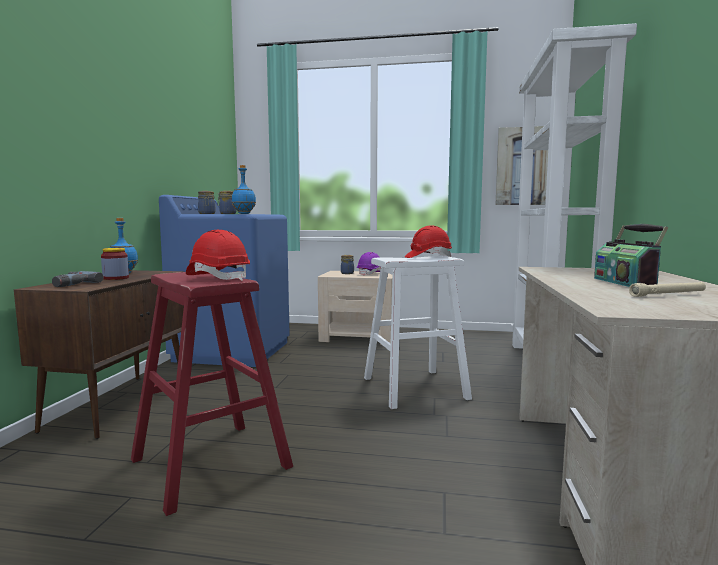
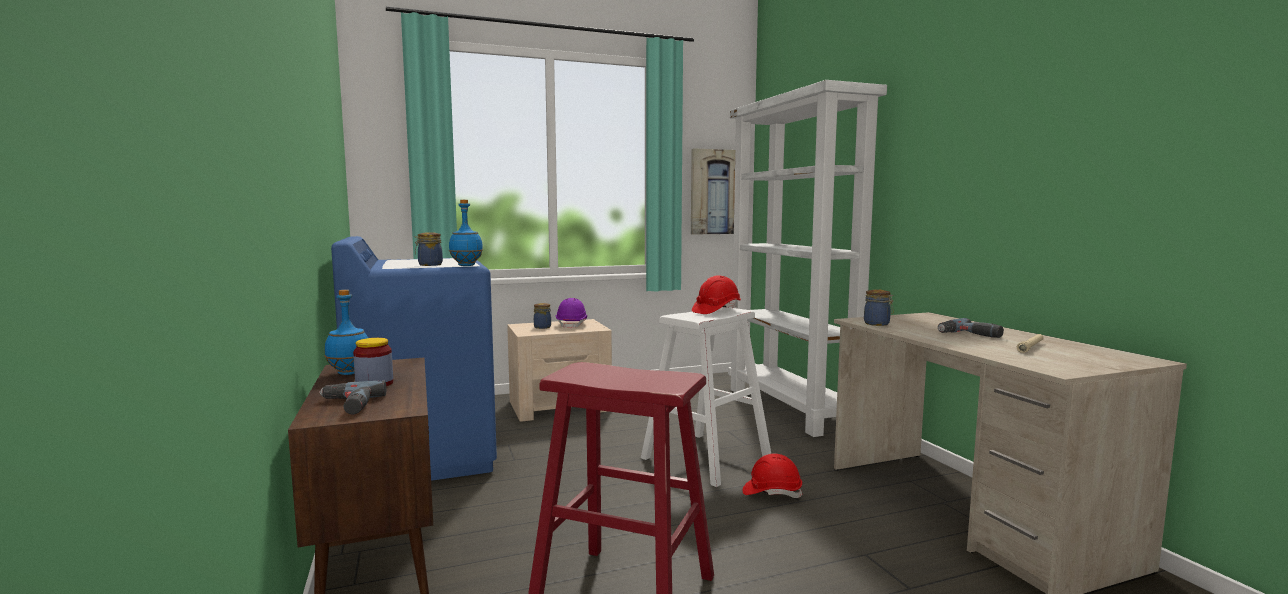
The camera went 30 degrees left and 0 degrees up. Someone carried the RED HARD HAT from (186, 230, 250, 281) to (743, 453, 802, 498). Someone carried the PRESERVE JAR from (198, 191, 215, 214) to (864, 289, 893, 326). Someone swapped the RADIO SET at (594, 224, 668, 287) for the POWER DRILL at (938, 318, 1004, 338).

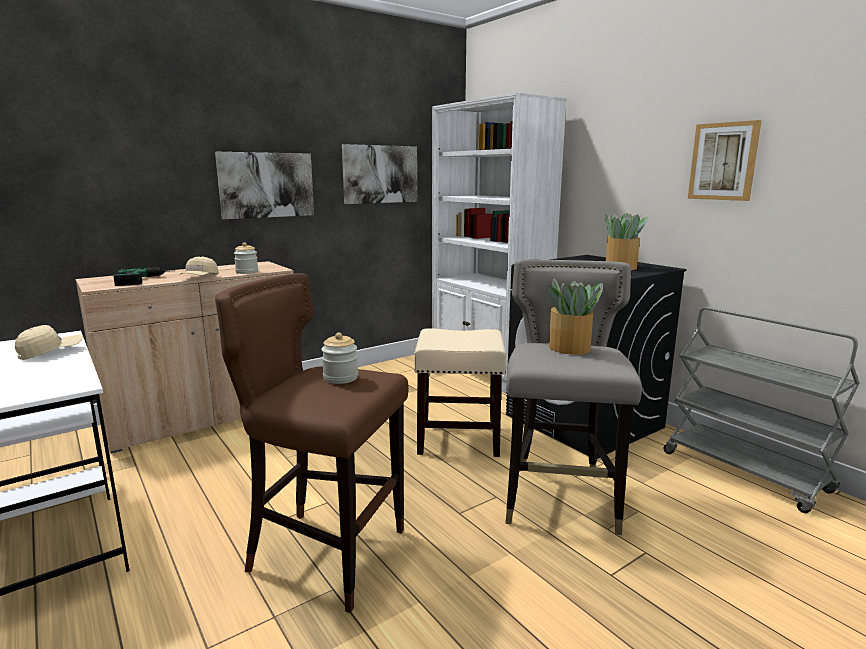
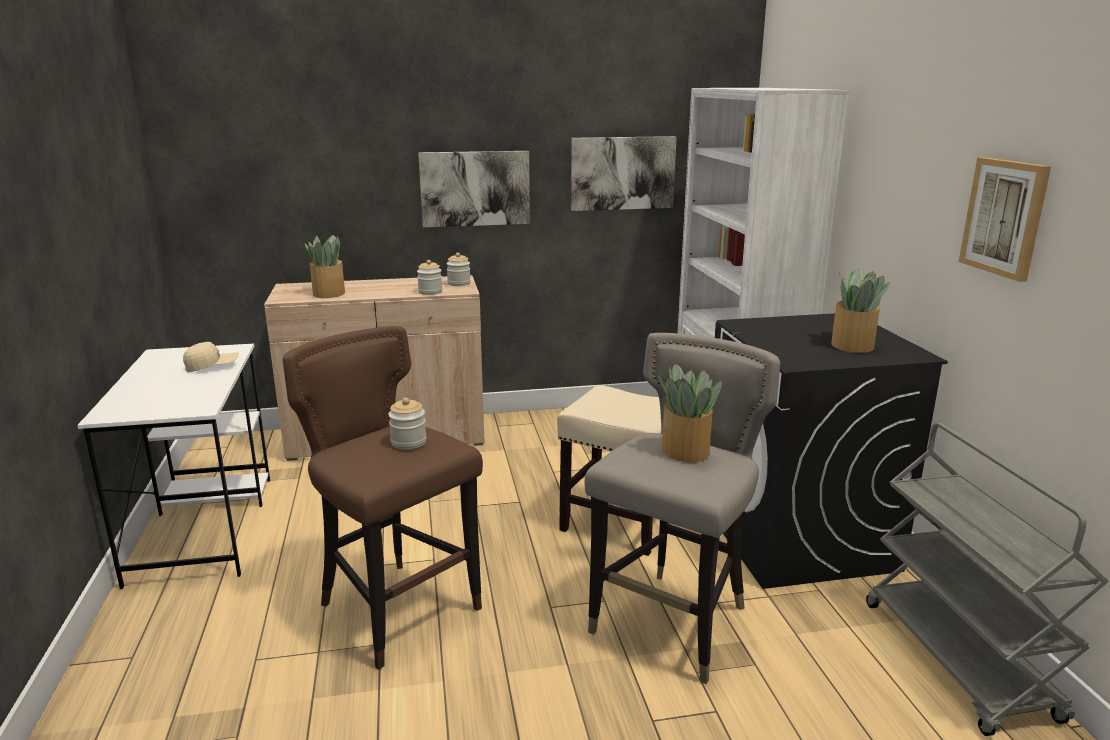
The camera went 25 degrees right and 5 degrees up. Someone took away the BEIGE PEAKED CAP at (179, 256, 219, 275). Someone put down the PRESERVE JAR at (447, 253, 471, 286). Someone swapped the POWER DRILL at (113, 268, 175, 286) for the PLANT IN A POT at (304, 235, 345, 298).

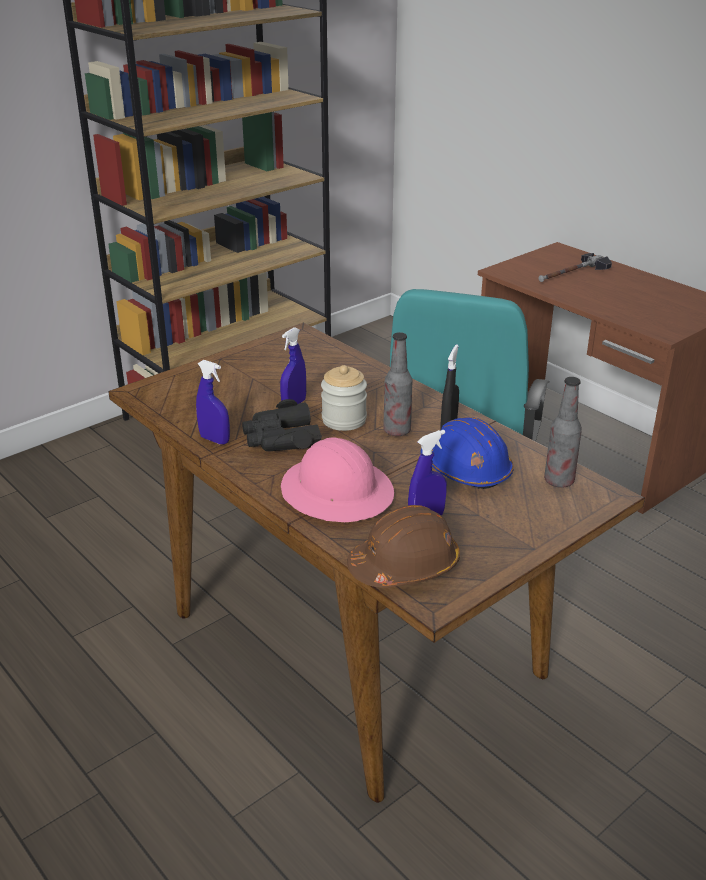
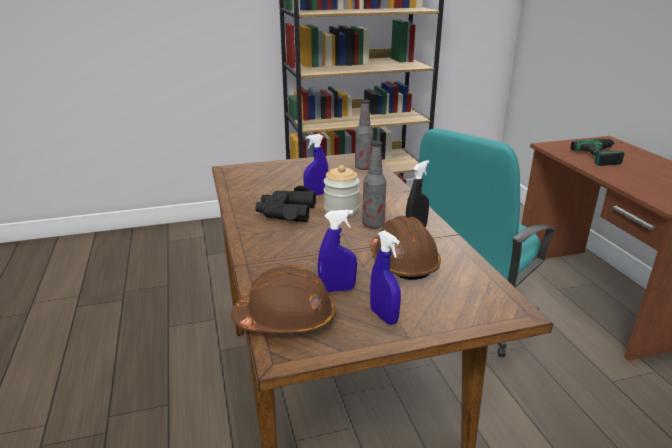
The camera went 25 degrees right and 5 degrees down. Someone took away the PINK-COLOURED HARD HAT at (281, 437, 394, 522). Someone carried the BLUE-COLOURED SPRAYER from (196, 360, 230, 444) to (370, 230, 401, 325). Someone carried the BOTTLE from (544, 377, 582, 488) to (355, 99, 373, 170). Someone swapped the HAMMER at (539, 253, 612, 282) for the POWER DRILL at (570, 139, 624, 166). Someone repainted the BLUE-COLOURED HARD HAT at (421, 417, 514, 489), which became the BROWN HARD HAT at (370, 216, 441, 280).

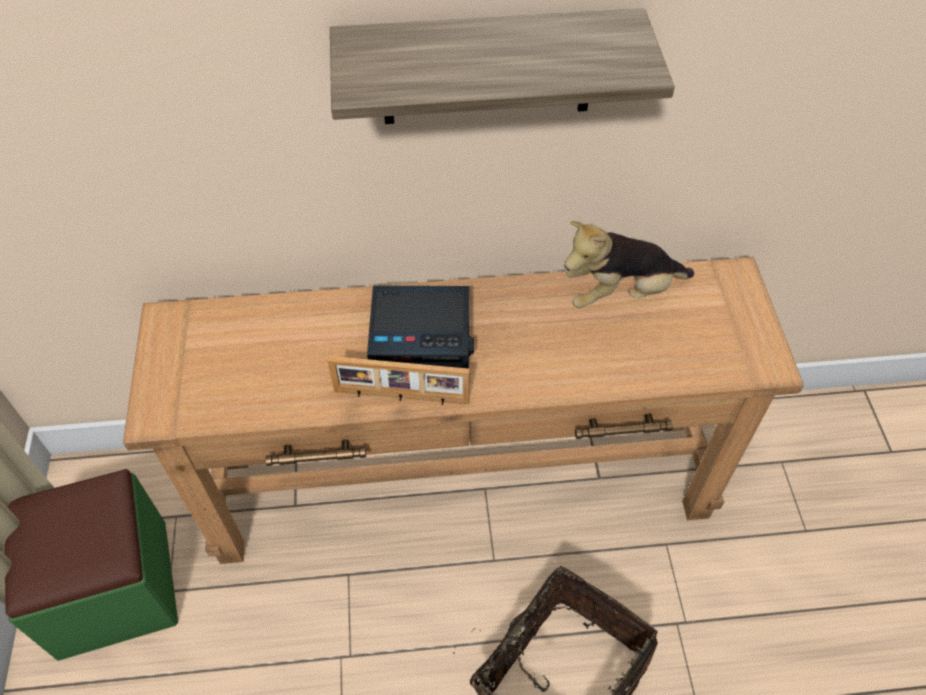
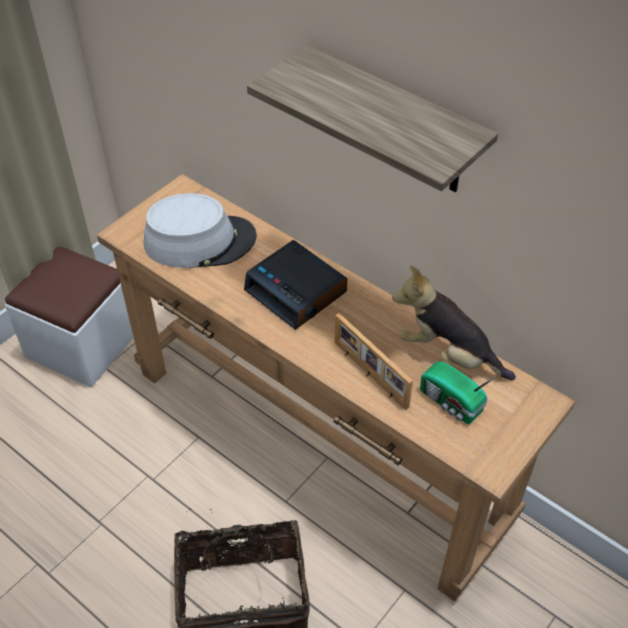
The camera went 45 degrees right and 5 degrees down. Someone put down the GREYISH WEARABLE HAT at (144, 193, 257, 268). Someone put down the RADIO SET at (420, 362, 498, 424). Someone carried the STANDING FRAME from (328, 356, 470, 405) to (335, 313, 413, 410). Someone repainted the GREEN-COLOURED FOOTREST at (5, 469, 178, 661), which became the WHITISH FOOTREST at (5, 247, 134, 387).

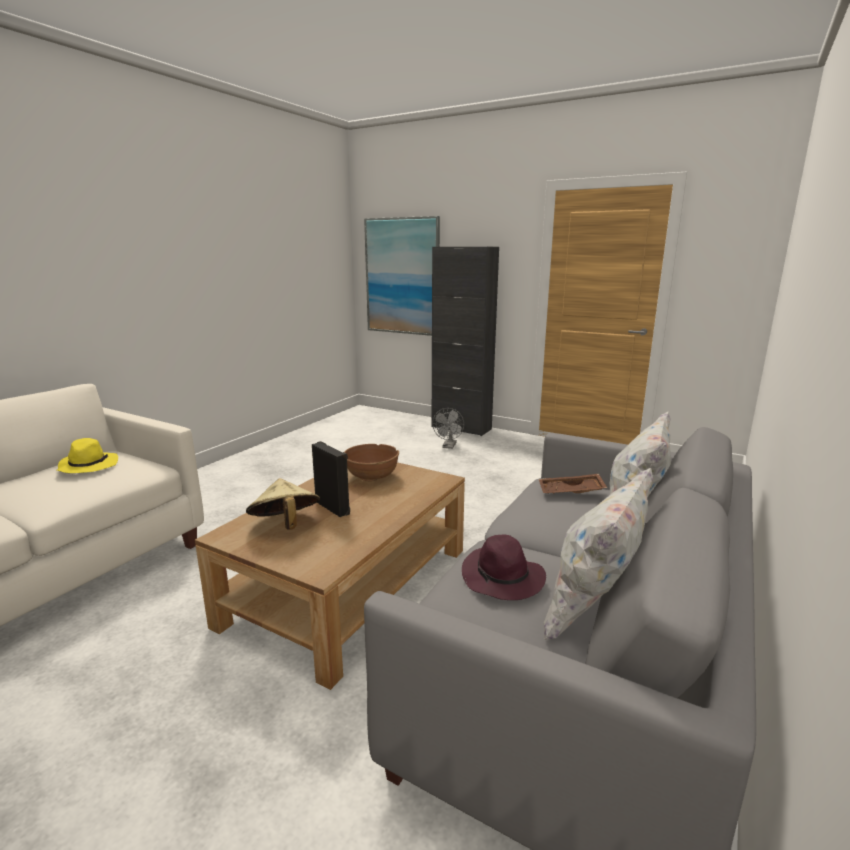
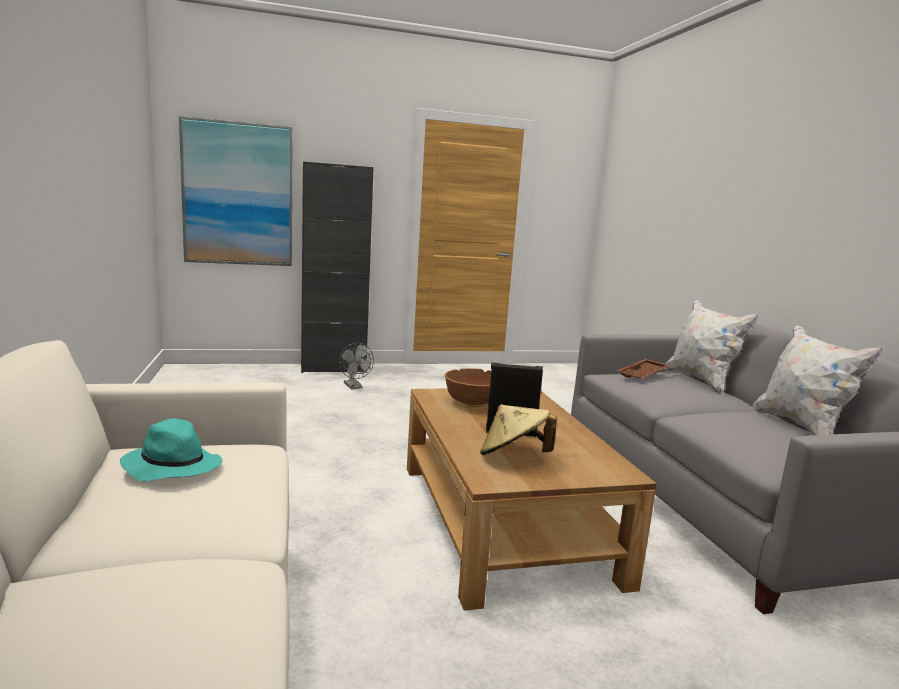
The camera went 45 degrees left and 5 degrees down. Someone took away the PURPLE-COLOURED WEARABLE HAT at (462, 534, 546, 600). Someone repainted the YELLOW WEARABLE HAT at (57, 438, 118, 473), which became the TURQUOISE WEARABLE HAT at (120, 418, 222, 482).

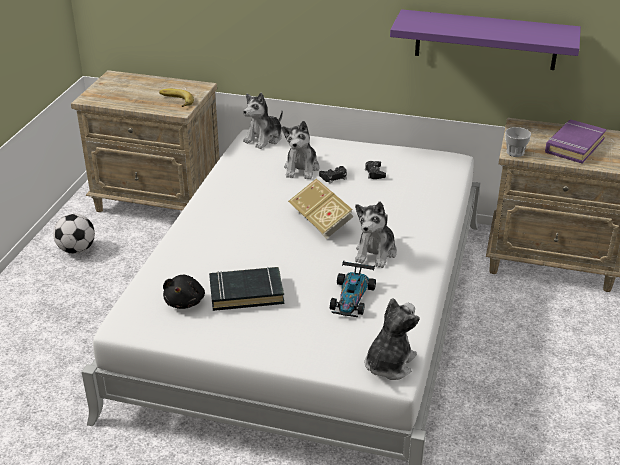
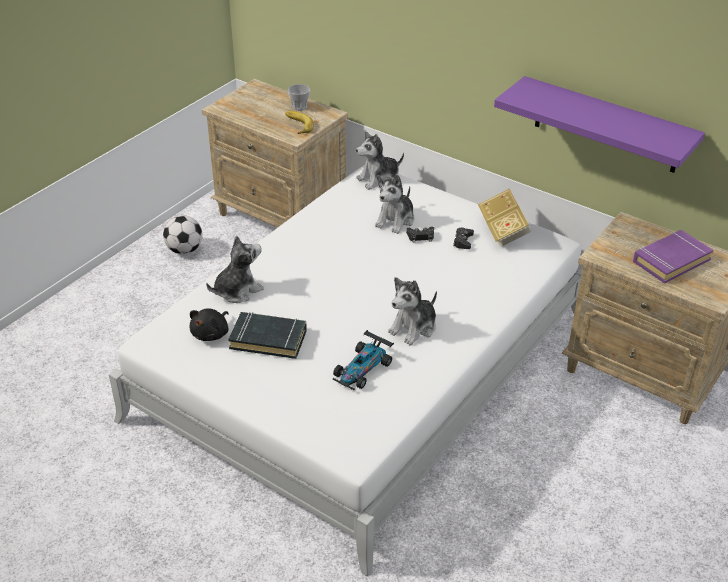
The camera went 20 degrees right and 5 degrees up. Someone carried the BOUND BOOK from (288, 178, 354, 239) to (478, 188, 531, 247). Someone carried the CUDDLY TOY from (364, 298, 420, 380) to (206, 235, 264, 303). Someone carried the CUP from (505, 127, 531, 157) to (288, 84, 310, 111).

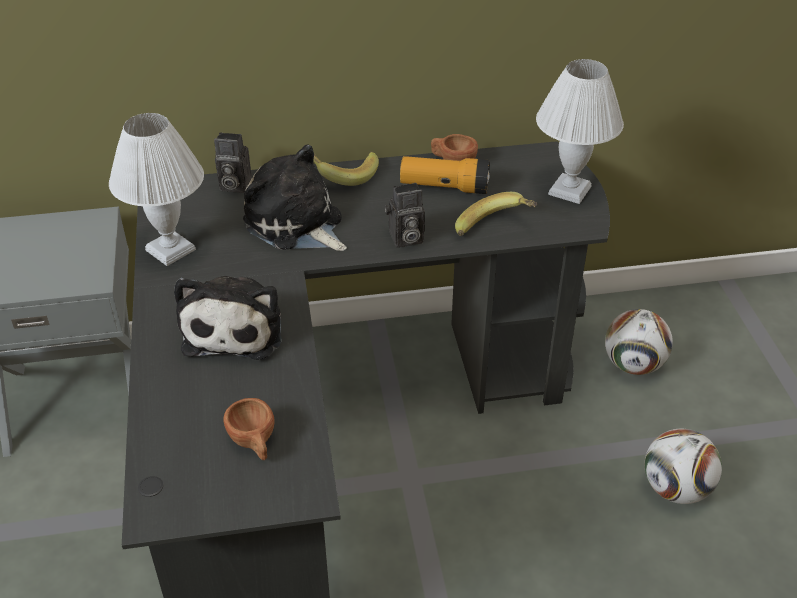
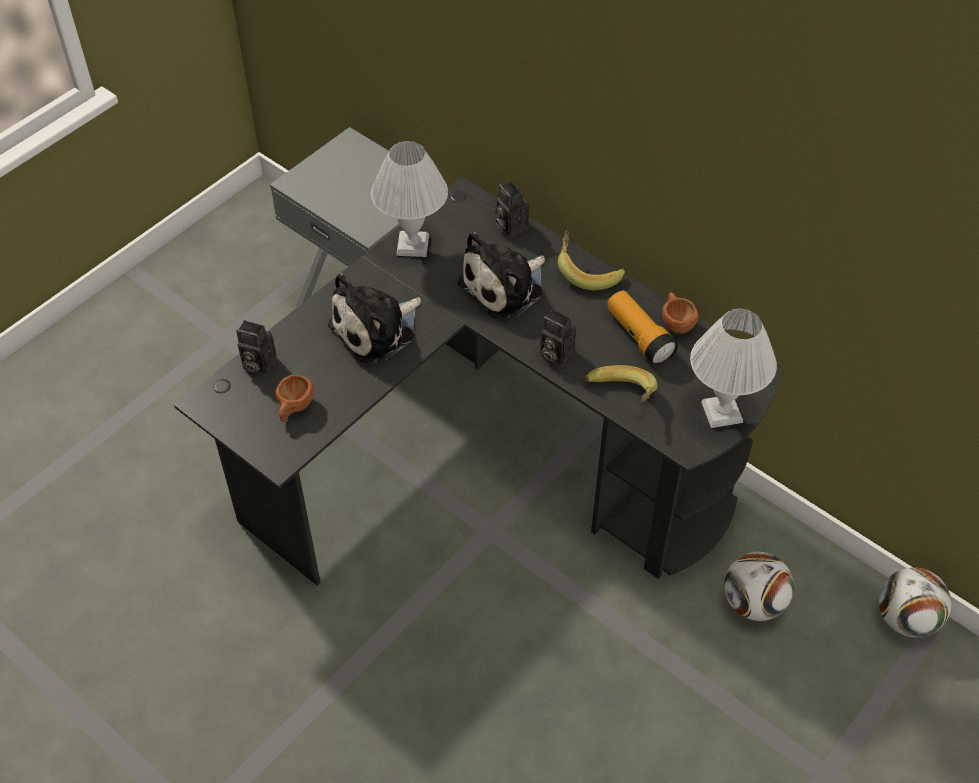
The camera went 50 degrees right and 10 degrees up. Someone put down the STILL CAMERA at (236, 320, 277, 375). Someone carried the FOOTBALL from (645, 429, 722, 504) to (879, 567, 951, 637). Someone rotated the CUDDLY TOY at (243, 145, 347, 251) by 135 degrees counterclockwise.

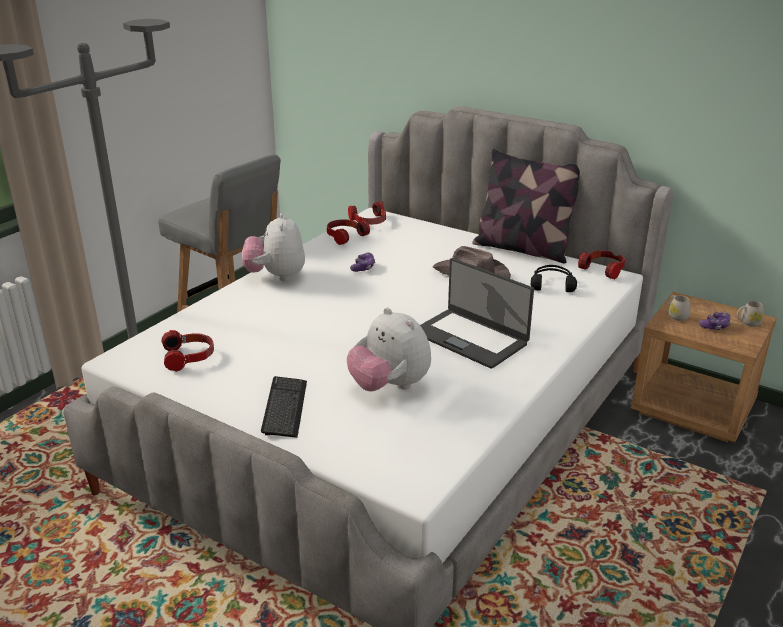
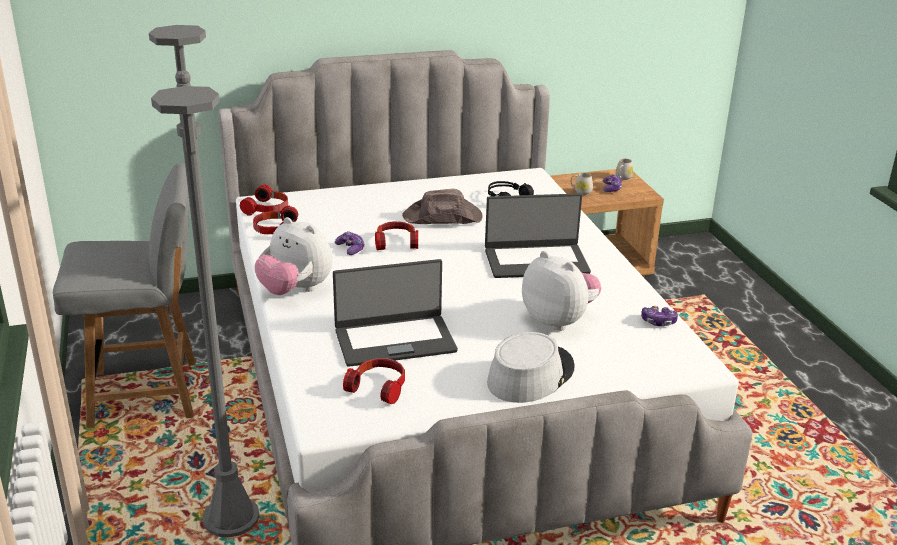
The camera went 50 degrees left and 0 degrees up. Someone took away the PILLOW at (472, 149, 580, 263). Someone put down the PORTABLE COMPUTER at (333, 259, 458, 367). Someone put down the JOYPAD at (641, 306, 678, 326). Someone carried the HEADSET from (578, 250, 625, 280) to (375, 221, 418, 250). Someone swapped the KEYBOARD at (261, 376, 307, 438) for the GREYISH WEARABLE HAT at (487, 332, 574, 403). Someone rotated the CUDDLY TOY at (347, 308, 431, 391) by 135 degrees counterclockwise.

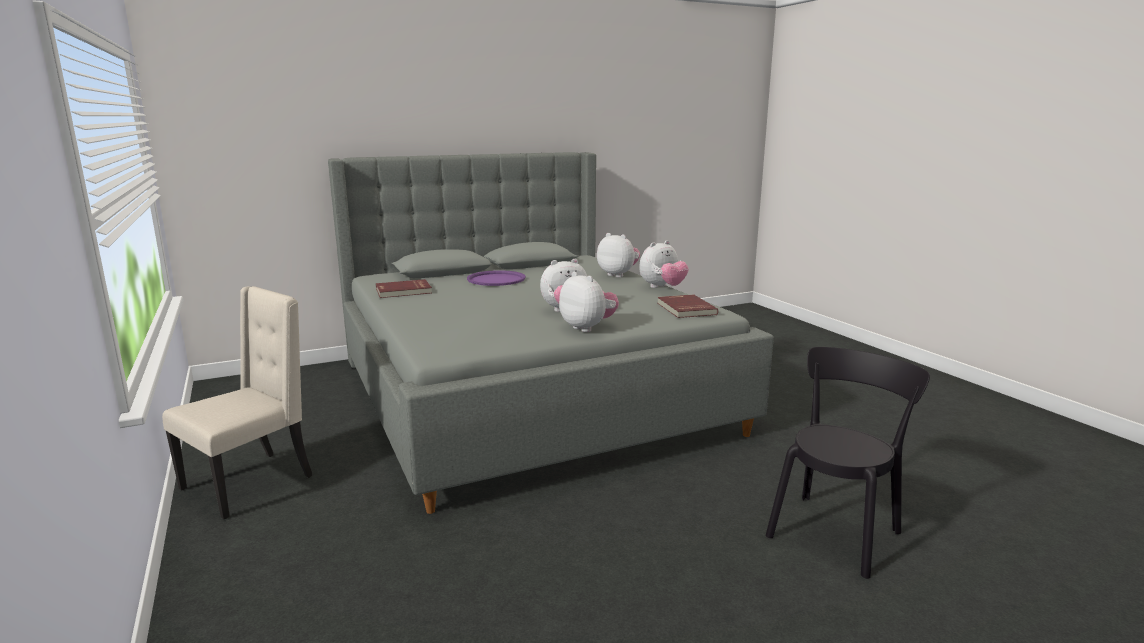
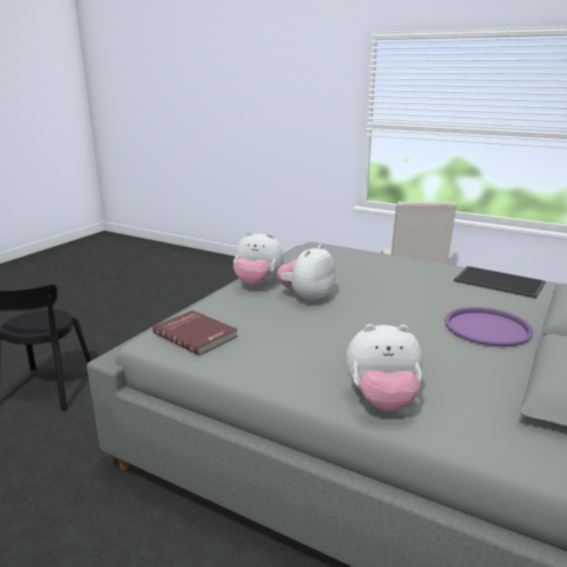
The camera went 145 degrees right and 5 degrees up. Someone took away the CUDDLY TOY at (639, 240, 689, 288). Someone swapped the RED BOUND BOOK at (376, 279, 432, 298) for the SERVING TRAY at (454, 266, 545, 298).

